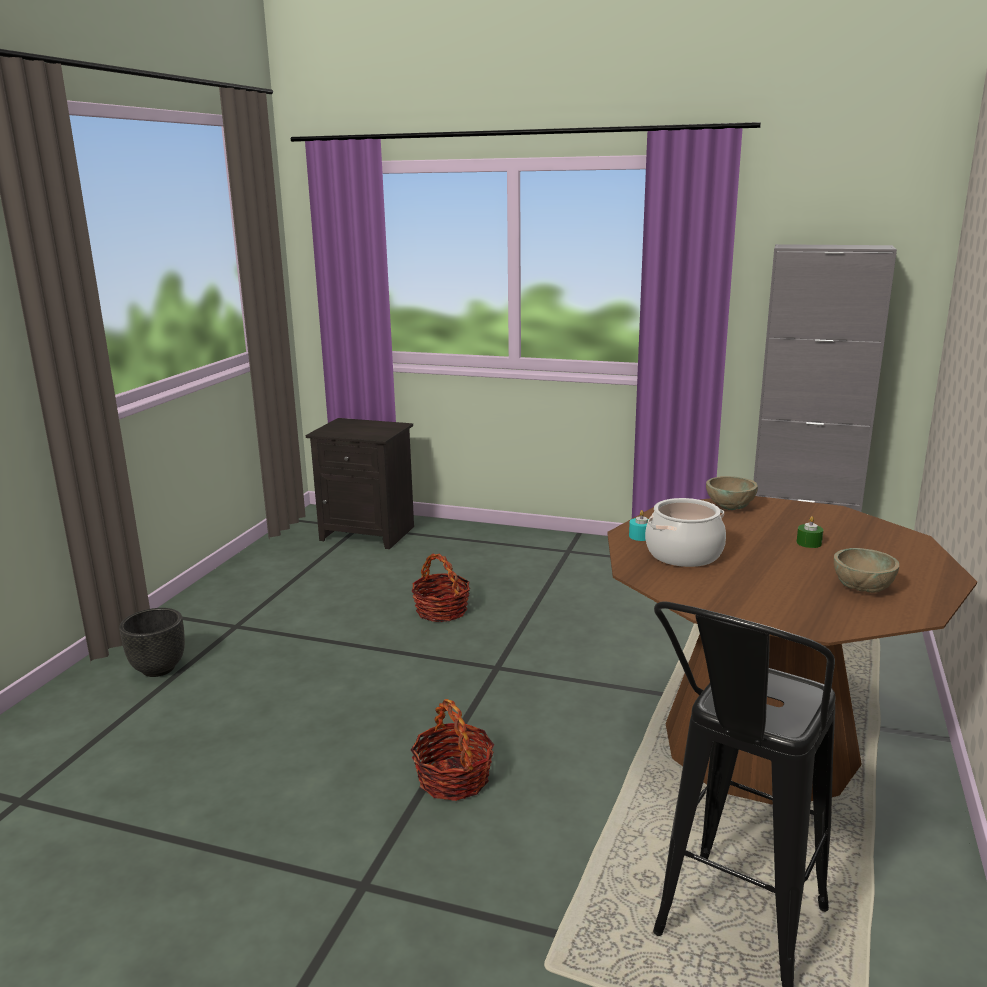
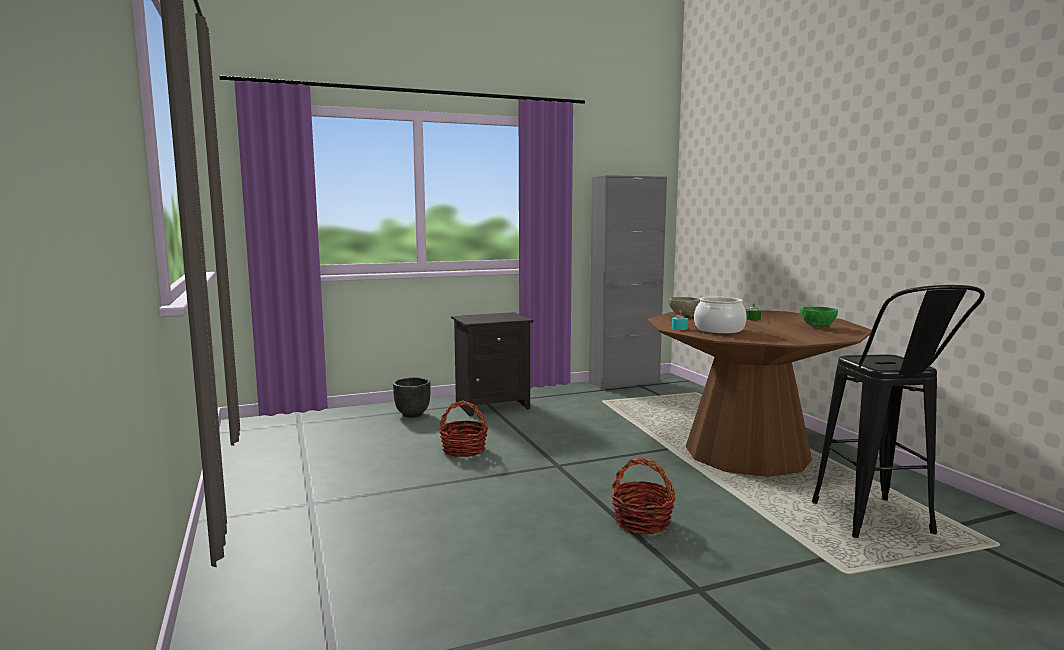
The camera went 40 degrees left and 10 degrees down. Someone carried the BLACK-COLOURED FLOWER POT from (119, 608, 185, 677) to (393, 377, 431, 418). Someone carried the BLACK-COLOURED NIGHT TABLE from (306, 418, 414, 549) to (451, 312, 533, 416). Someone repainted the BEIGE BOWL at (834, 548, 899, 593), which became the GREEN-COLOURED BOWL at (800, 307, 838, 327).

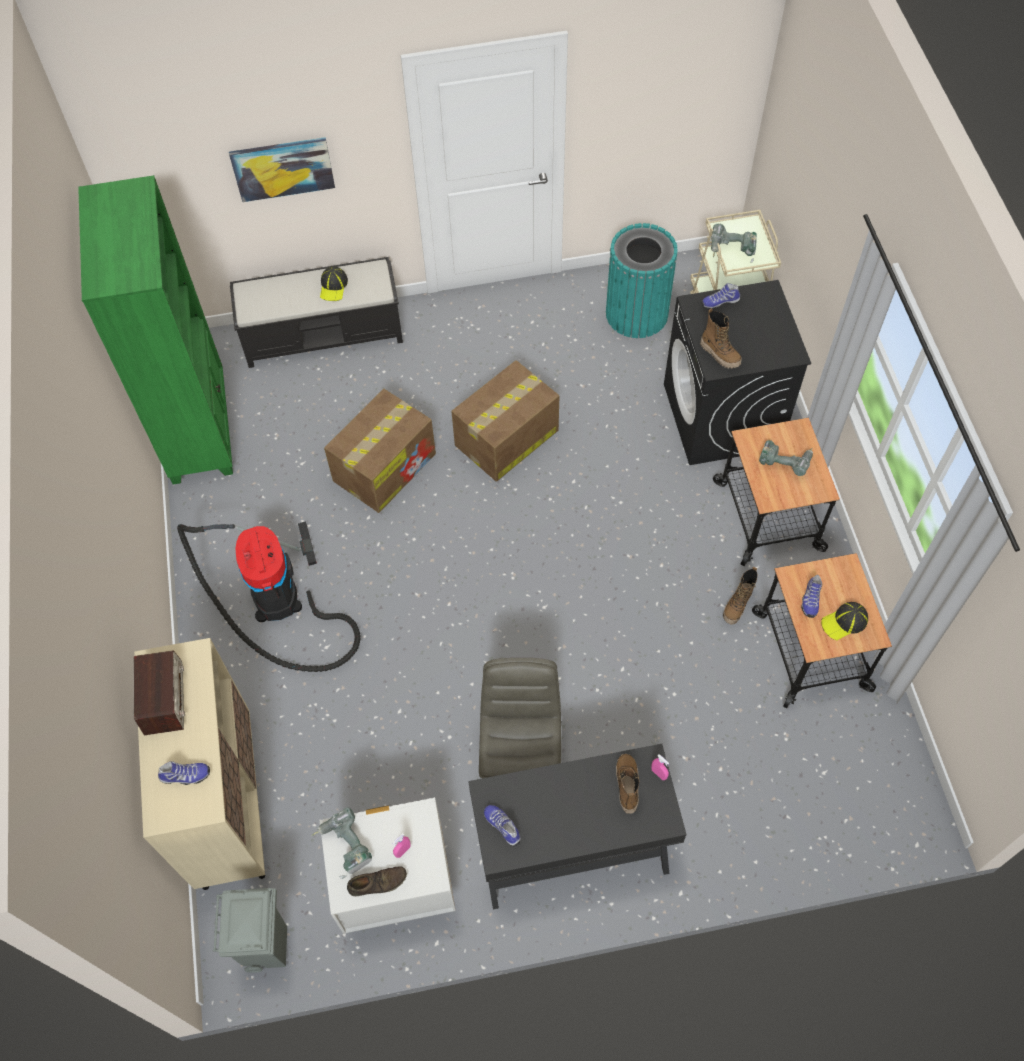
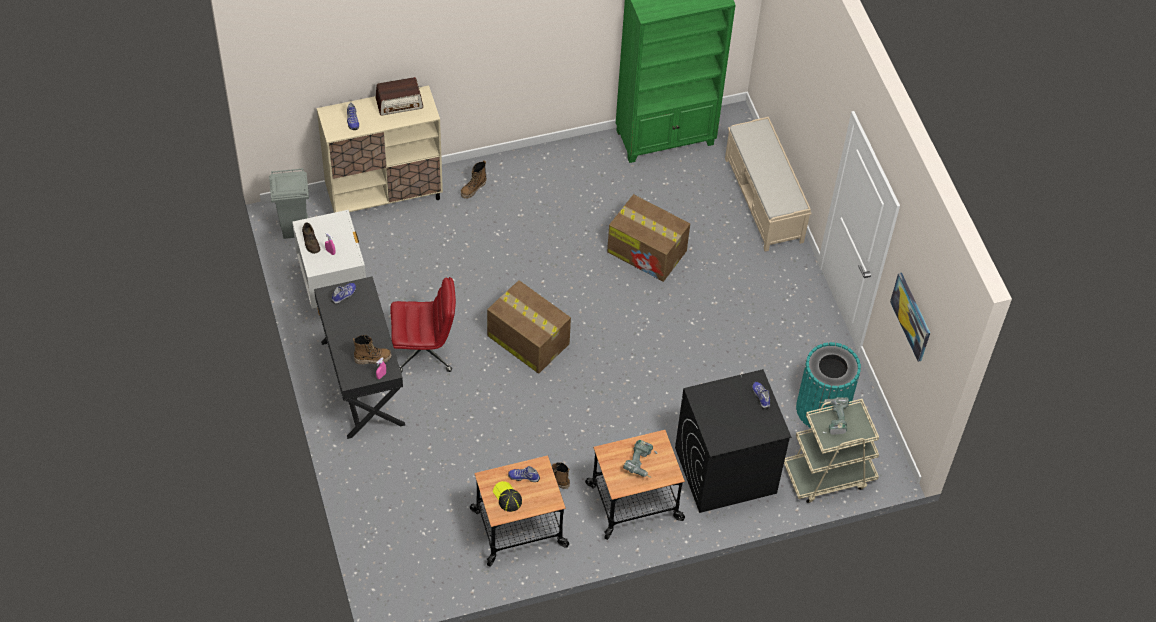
The camera went 80 degrees right and 5 degrees down. Someone took away the VACUUM CLEANER at (177, 521, 361, 672). Someone took away the POWER DRILL at (311, 807, 372, 879). Someone took away the PEAKED CAP at (320, 266, 348, 301). Someone carried the WALL ART from (229, 137, 335, 202) to (890, 273, 930, 362). Someone carried the PACKING BOX from (451, 360, 559, 482) to (487, 280, 571, 374). Someone carried the HIGH-TOP BOOT from (700, 308, 742, 369) to (461, 160, 487, 199). Someone repainted the BLACK-COLOURED BENCH at (230, 257, 403, 368), which became the BEIGE BENCH at (725, 117, 812, 251). Someone repainted the GREYISH DESK CHAIR at (479, 658, 562, 778), which became the RED DESK CHAIR at (390, 277, 456, 373).

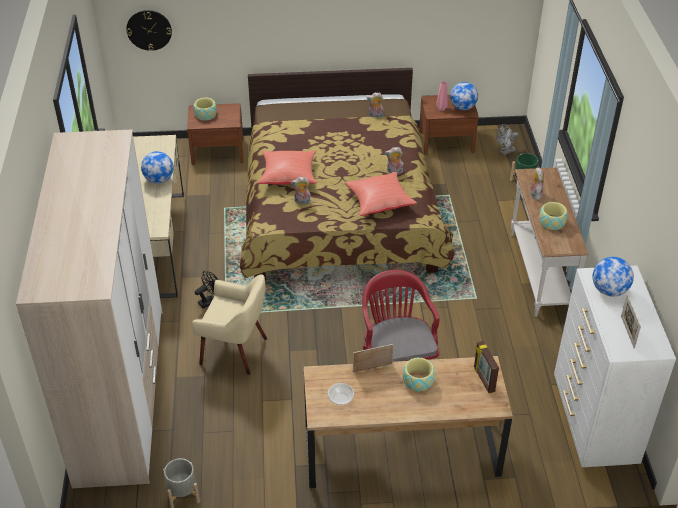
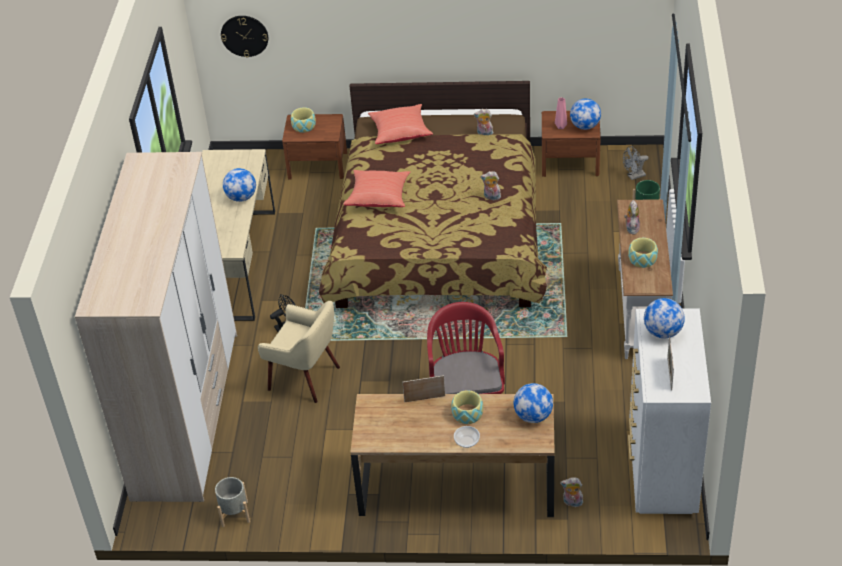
The camera went 10 degrees right and 0 degrees up. Someone carried the CUDDLY TOY from (291, 177, 311, 205) to (560, 478, 583, 507). Someone carried the BOWL from (328, 383, 354, 405) to (454, 426, 480, 448). Someone carried the RED PILLOW from (345, 171, 417, 216) to (368, 104, 433, 144). Someone swapped the STANDING FRAME at (474, 341, 499, 393) for the GLOBE at (514, 383, 553, 423).

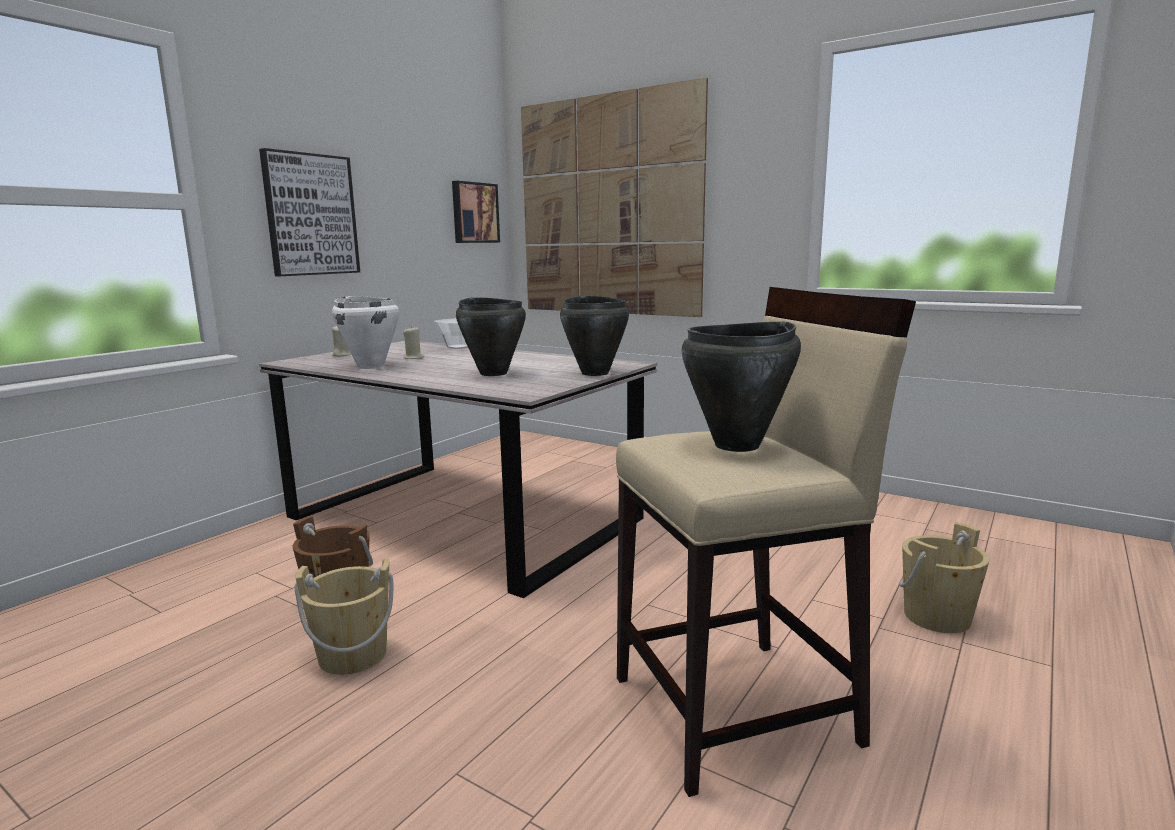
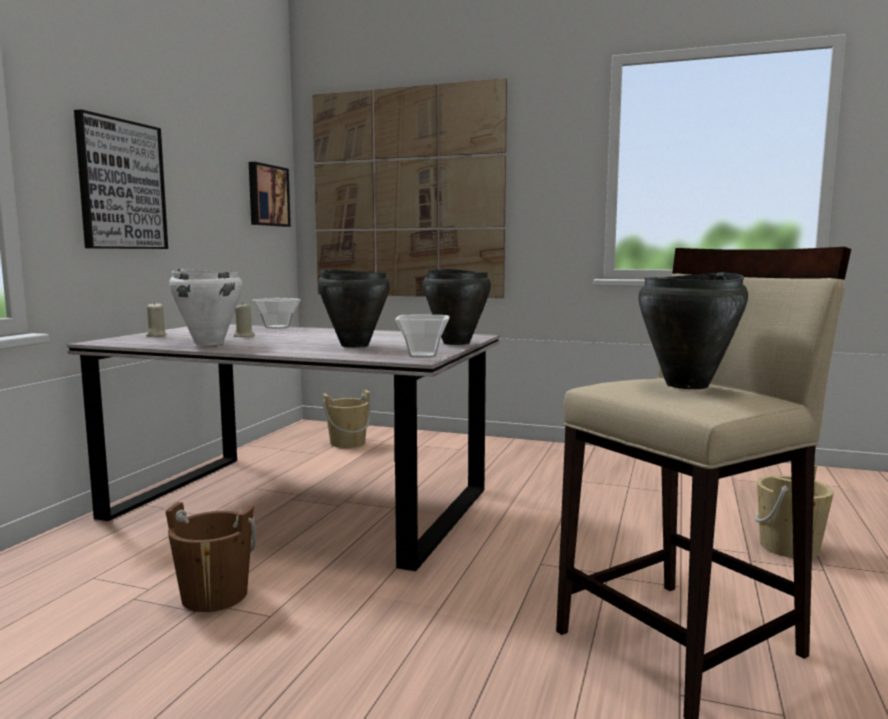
The camera went 15 degrees left and 5 degrees down. Someone put down the BOWL at (395, 315, 450, 358). Someone carried the BEIGE BUCKET from (295, 558, 393, 675) to (323, 390, 371, 448).

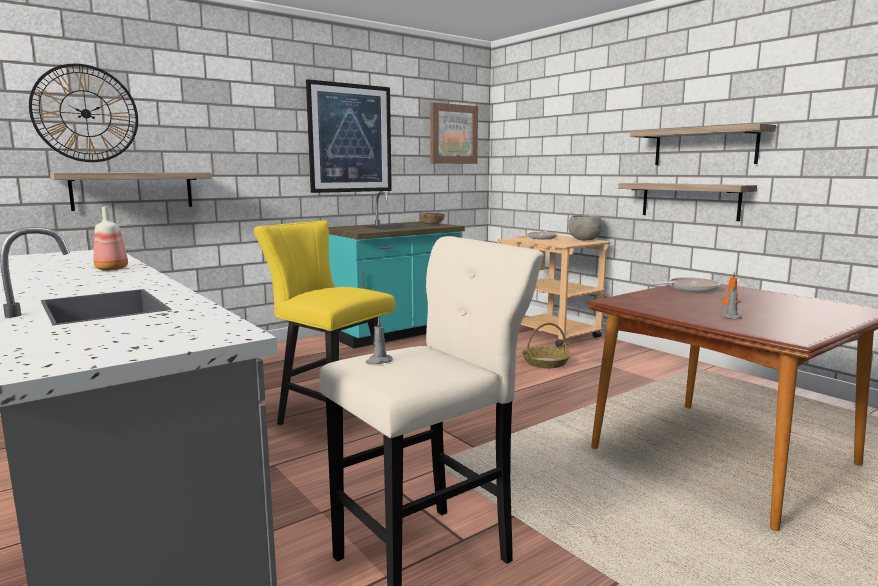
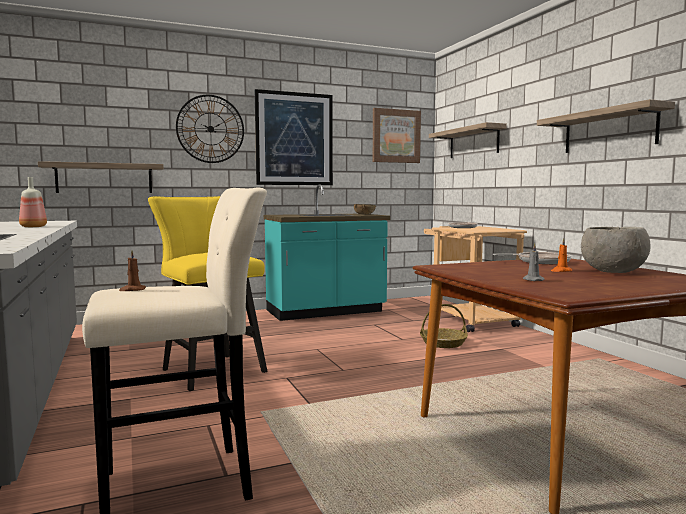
The camera went 15 degrees right and 5 degrees down. Someone carried the WALL CLOCK from (29, 64, 138, 162) to (176, 95, 244, 163). Someone carried the GREYISH BOWL from (568, 215, 603, 240) to (581, 227, 651, 273). Someone carried the BRACKET SHELF from (618, 183, 757, 221) to (429, 122, 507, 158). Someone repainted the GREYISH WAX CANDLE at (365, 318, 393, 365), which became the BROWN WAX CANDLE at (119, 251, 146, 291).

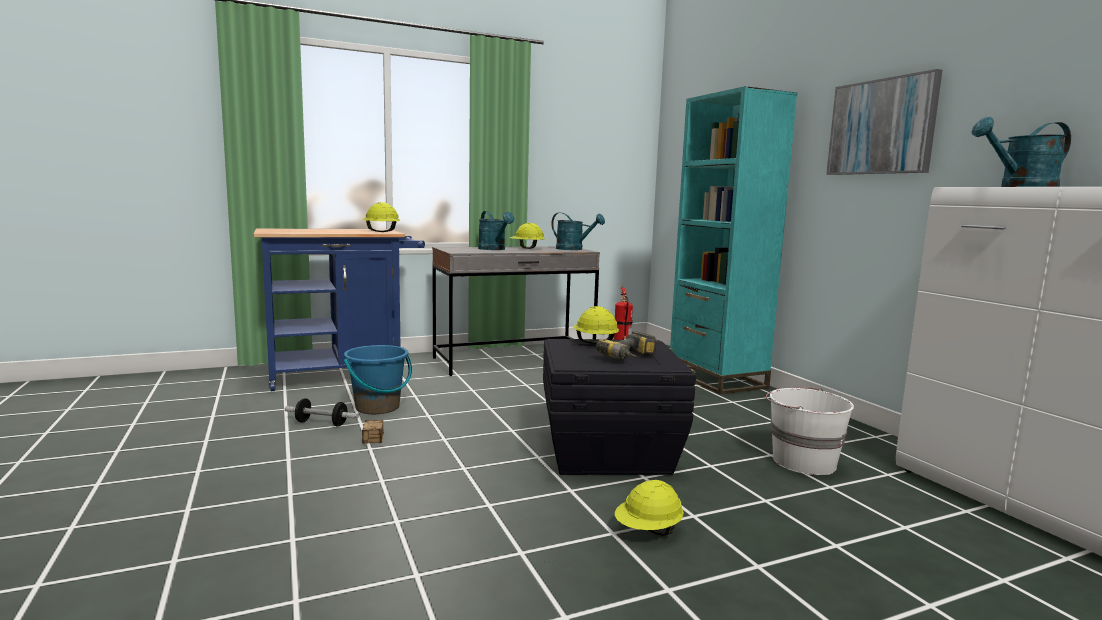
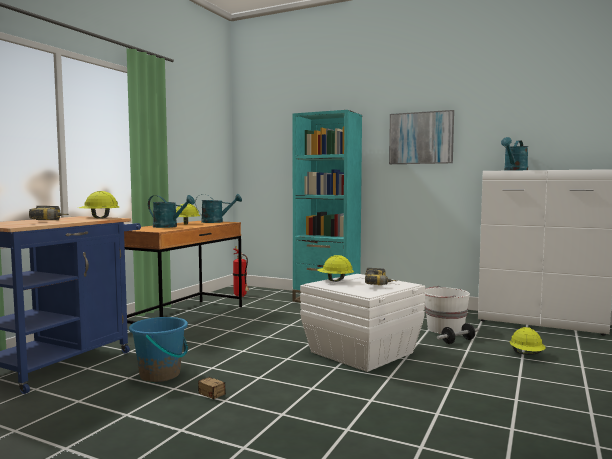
The camera went 40 degrees left and 5 degrees down. Someone put down the POWER DRILL at (29, 206, 69, 220). Someone carried the DUMBBELL from (284, 398, 359, 426) to (437, 323, 479, 344). Someone carried the YELLOW HARD HAT from (615, 480, 684, 536) to (510, 327, 546, 355). Someone repainted the GREYISH DESK TABLE at (432, 246, 600, 376), which became the BROWN DESK TABLE at (124, 221, 242, 324). Someone repainted the BLACK-COLOURED STORAGE BIN at (543, 339, 696, 475), which became the WHITISH STORAGE BIN at (300, 274, 425, 372).

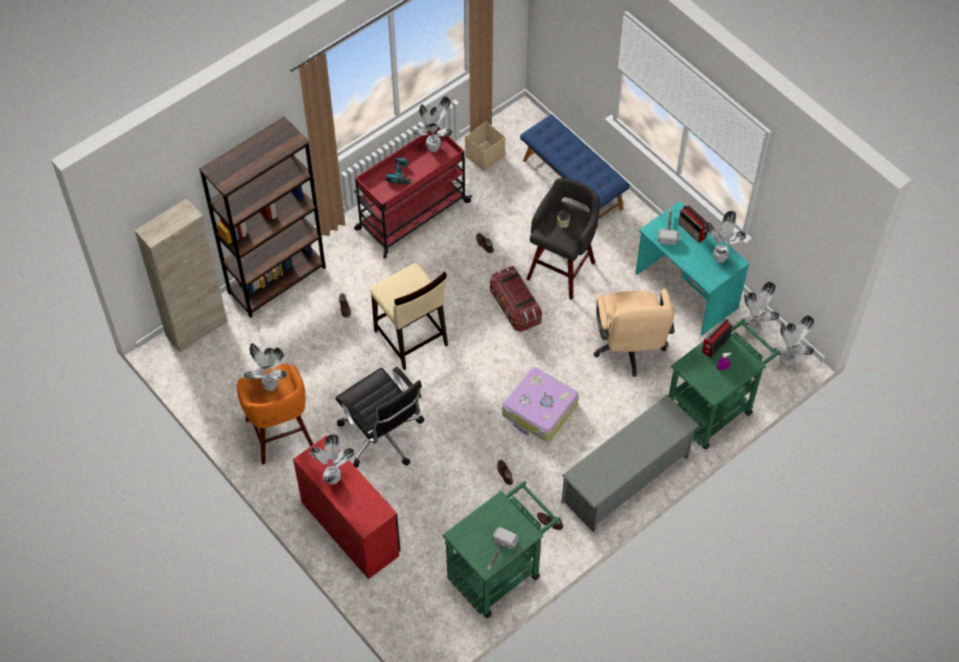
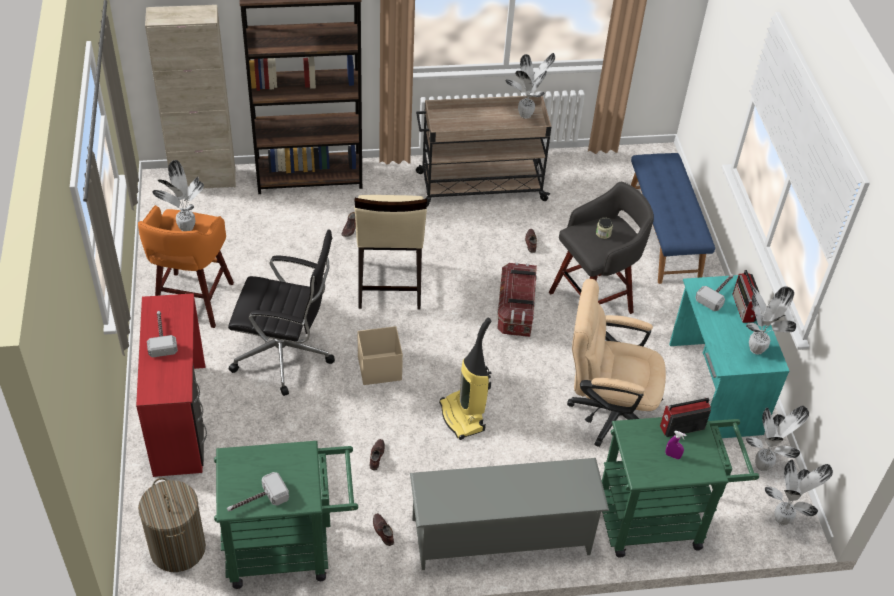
The camera went 30 degrees right and 10 degrees down. Someone took away the POWER DRILL at (385, 158, 414, 184). Someone put down the WASHING BASKET at (138, 478, 206, 572). Someone carried the BEIGE STORAGE BIN from (465, 121, 505, 172) to (357, 326, 403, 385). Someone swapped the PLANT IN A POT at (309, 434, 354, 485) for the HAMMER at (147, 311, 178, 357). Someone swapped the SUITCASE at (502, 367, 579, 442) for the VACUUM CLEANER at (439, 318, 491, 440). Someone repainted the RED TROLLEY at (354, 126, 472, 259), which became the BEIGE TROLLEY at (416, 96, 551, 206). Someone rotated the BLACK-COLOURED DESK CHAIR at (335, 367, 425, 468) by 75 degrees counterclockwise. Someone rotated the BEIGE DESK CHAIR at (593, 289, 675, 376) by 75 degrees clockwise.

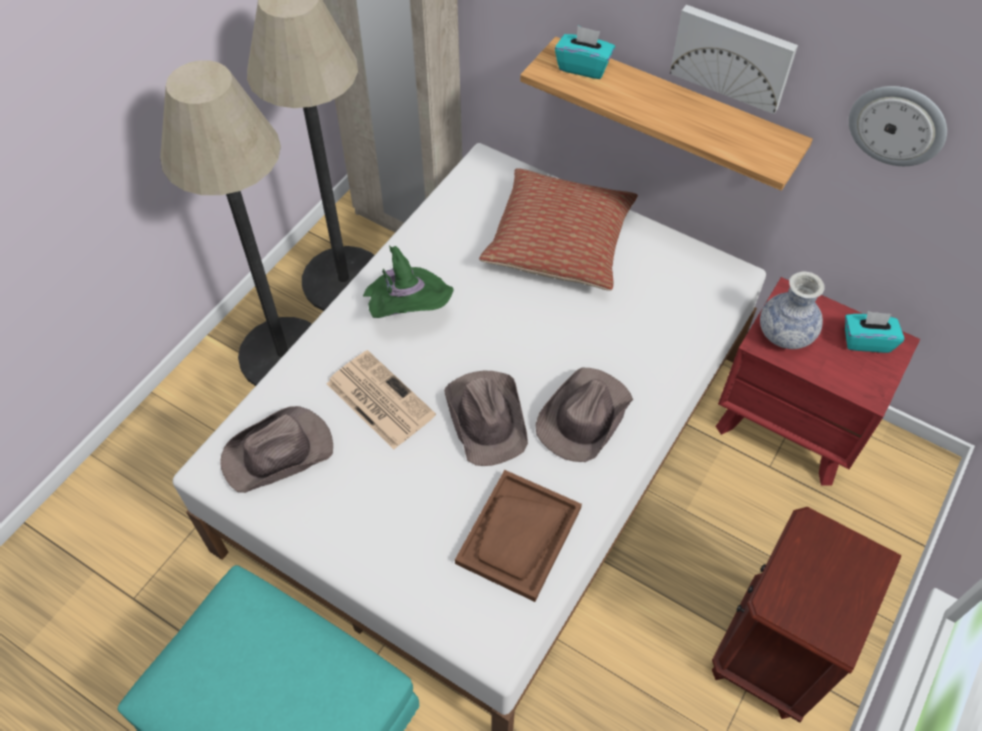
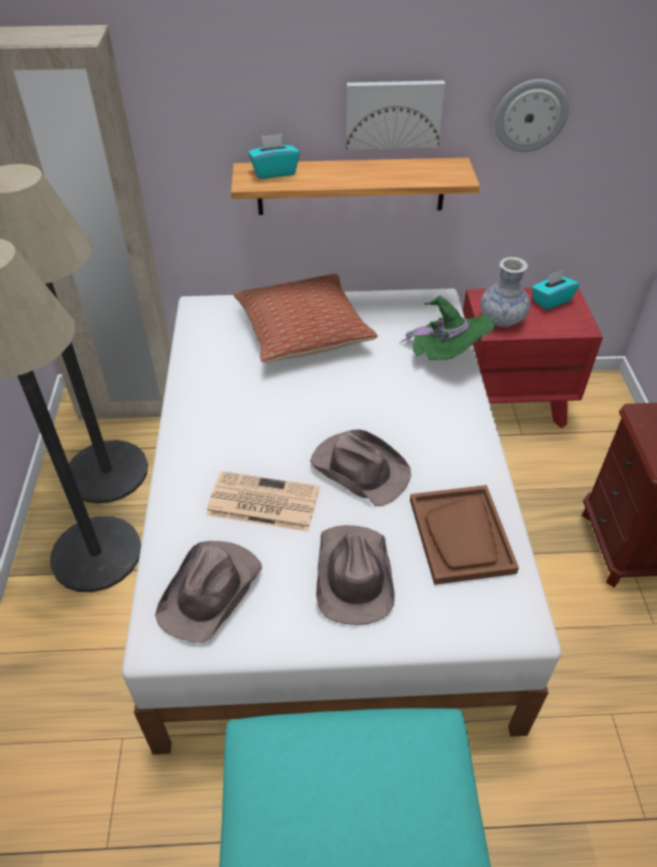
The camera went 35 degrees left and 10 degrees down. Someone carried the GREEN-COLOURED WEARABLE HAT from (363, 245, 453, 318) to (400, 296, 494, 360). Someone carried the BROWN WEARABLE HAT from (535, 367, 633, 462) to (316, 525, 395, 625).

